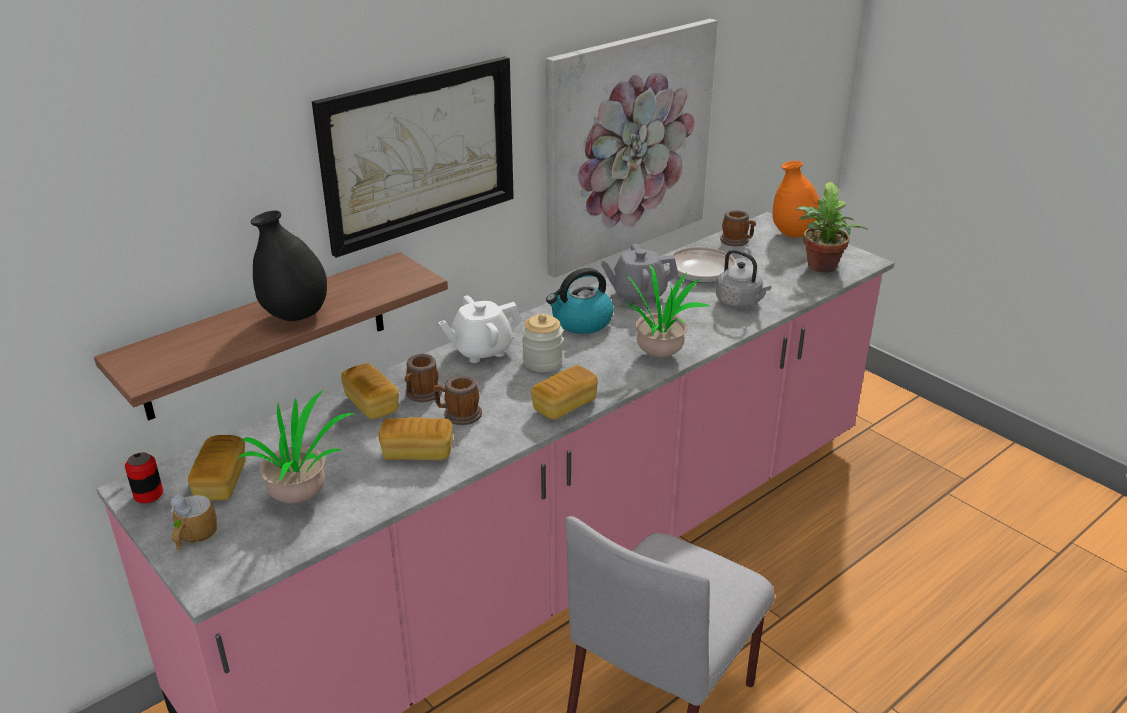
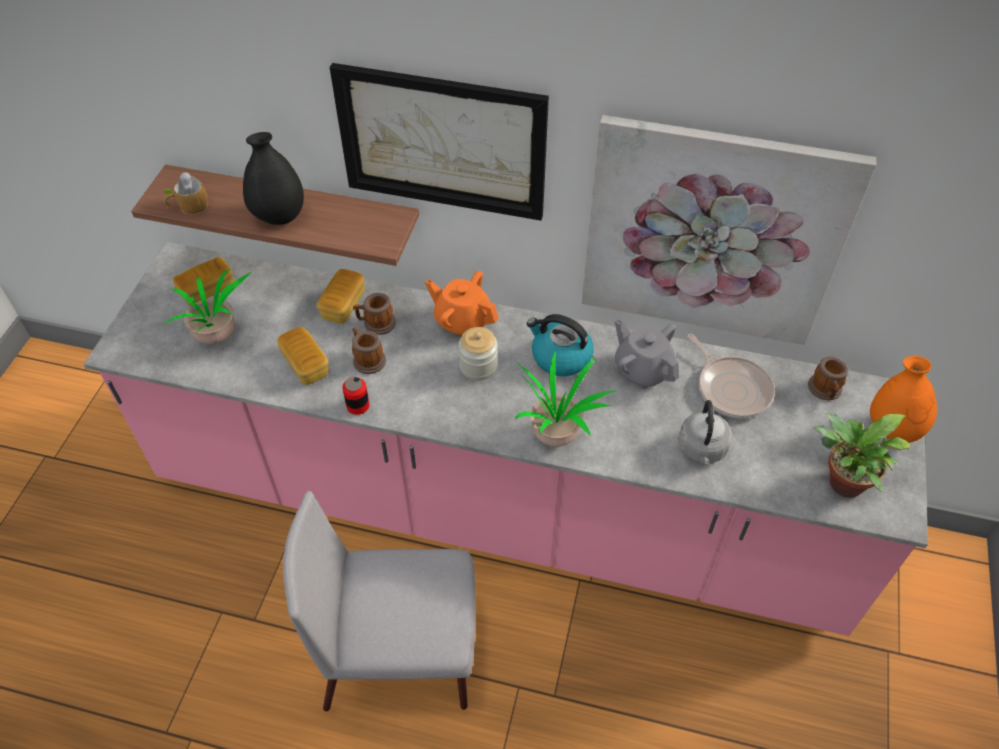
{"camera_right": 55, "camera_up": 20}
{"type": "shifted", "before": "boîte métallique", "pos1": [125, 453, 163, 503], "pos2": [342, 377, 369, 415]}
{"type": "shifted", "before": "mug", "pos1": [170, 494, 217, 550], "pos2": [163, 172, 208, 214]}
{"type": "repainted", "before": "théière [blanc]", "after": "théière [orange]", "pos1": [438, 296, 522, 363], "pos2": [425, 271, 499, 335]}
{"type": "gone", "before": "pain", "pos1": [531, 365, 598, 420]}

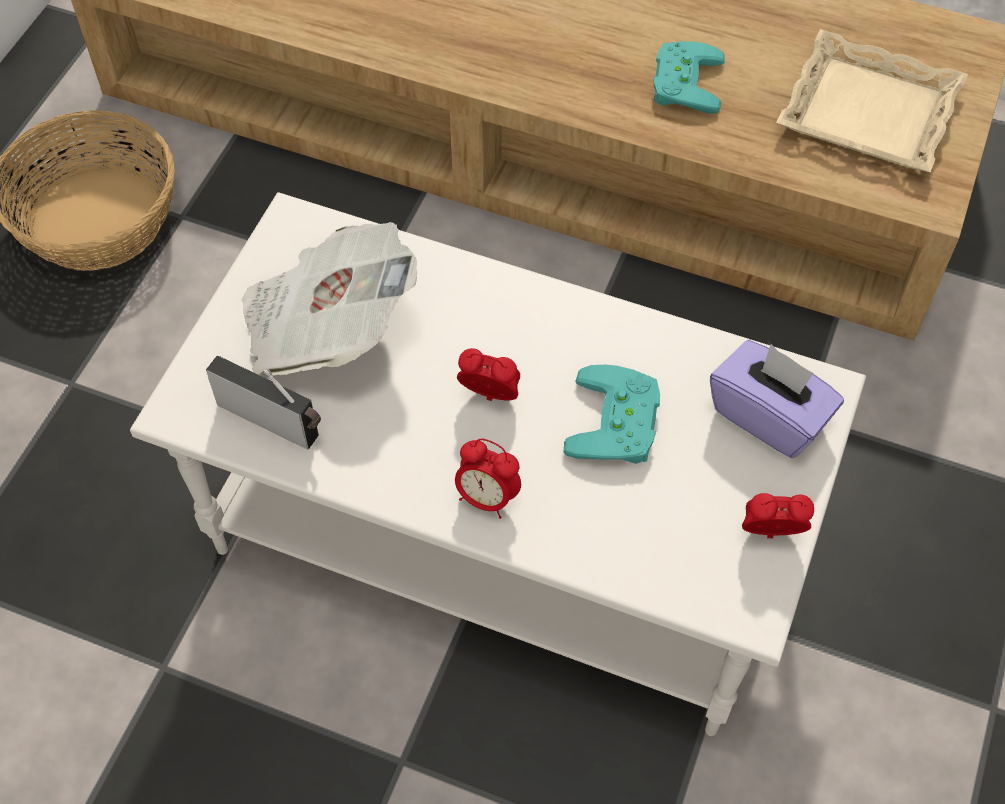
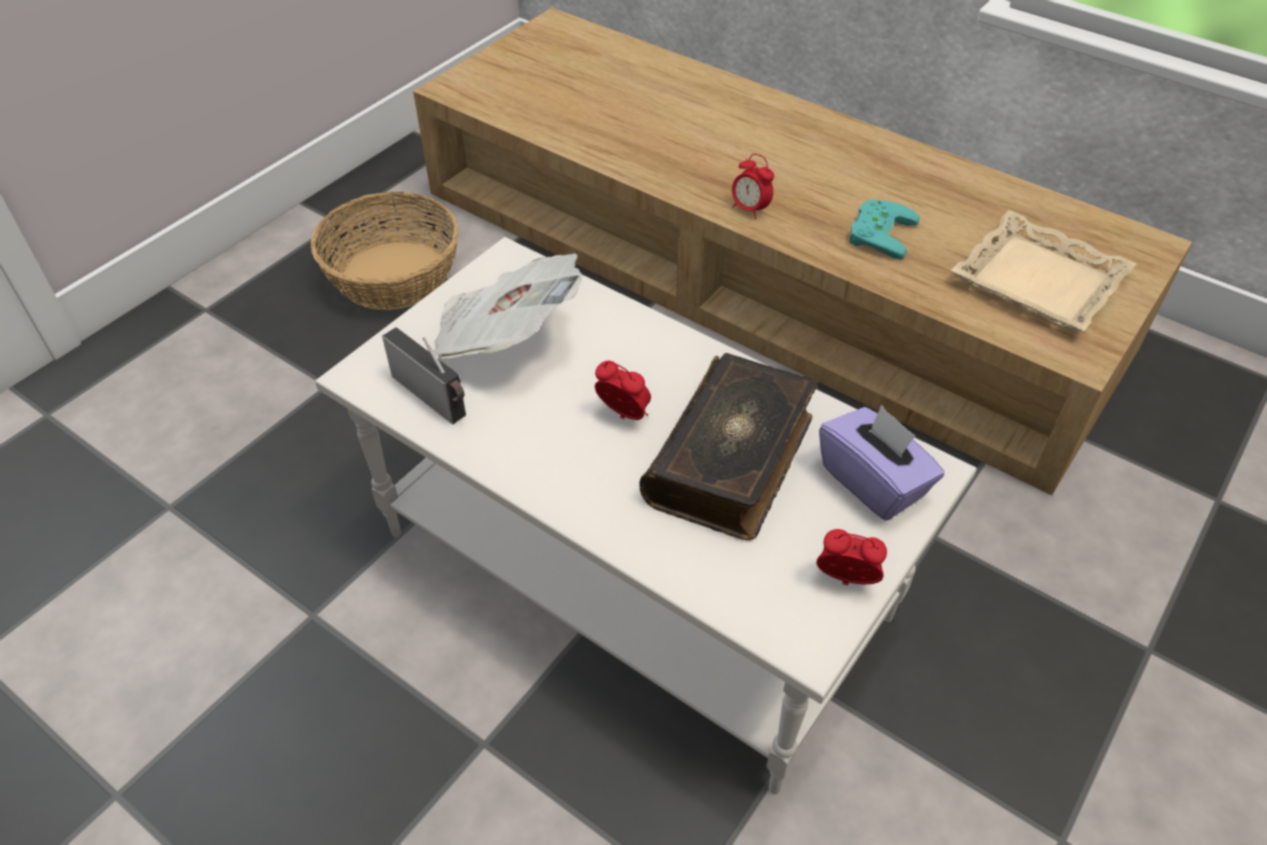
{"camera_right": 15, "camera_up": -10}
{"type": "shifted", "before": "réveil", "pos1": [455, 439, 521, 519], "pos2": [732, 154, 774, 219]}
{"type": "swapped", "before": "manette [turquoise]", "after": "livre", "pos1": [563, 365, 660, 464], "pos2": [639, 353, 817, 541]}

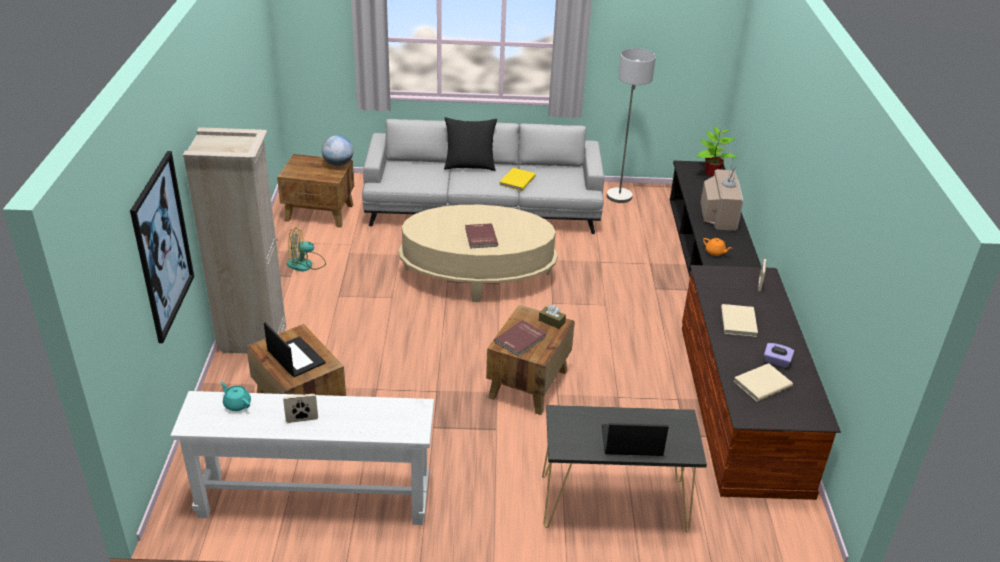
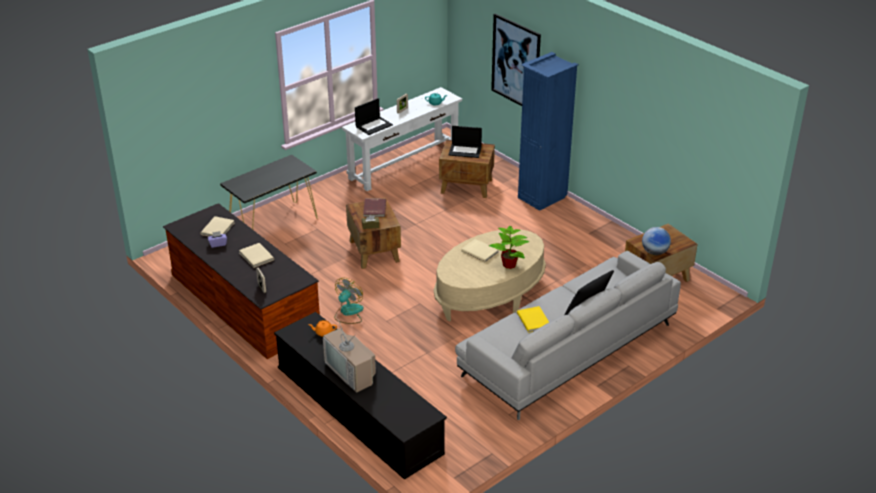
{"camera_right": 140, "camera_up": 0}
{"type": "repainted", "before": "meuble de rangement [beige]", "after": "meuble de rangement [bleu]", "pos1": [183, 127, 286, 354], "pos2": [518, 52, 579, 211]}
{"type": "shifted", "before": "ventilateur", "pos1": [287, 228, 326, 271], "pos2": [334, 278, 364, 324]}
{"type": "repainted", "before": "livre [rouge]", "after": "livre [beige]", "pos1": [465, 223, 498, 248], "pos2": [461, 239, 499, 262]}
{"type": "shifted", "before": "ordinateur portable", "pos1": [602, 423, 669, 456], "pos2": [355, 98, 393, 135]}
{"type": "gone", "before": "lampadaire [gris]", "pos1": [607, 48, 656, 203]}
{"type": "shifted", "before": "plante en pot", "pos1": [697, 126, 737, 176], "pos2": [489, 226, 529, 269]}

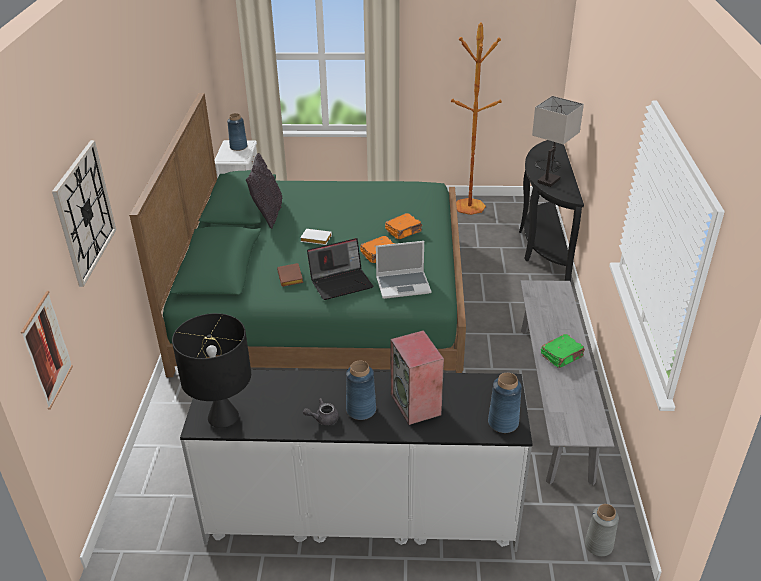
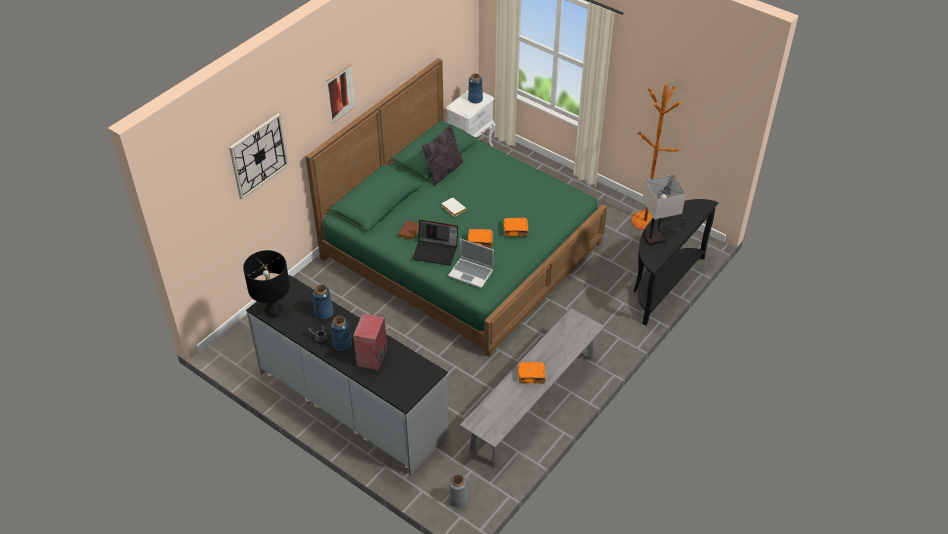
{"camera_right": 35, "camera_up": 10}
{"type": "shifted", "before": "tableau", "pos1": [21, 291, 73, 410], "pos2": [326, 64, 355, 124]}
{"type": "shifted", "before": "vase [bleu]", "pos1": [488, 373, 522, 433], "pos2": [313, 284, 333, 319]}
{"type": "repainted", "before": "livre [vert]", "after": "livre [orange]", "pos1": [541, 334, 585, 368], "pos2": [518, 362, 546, 384]}

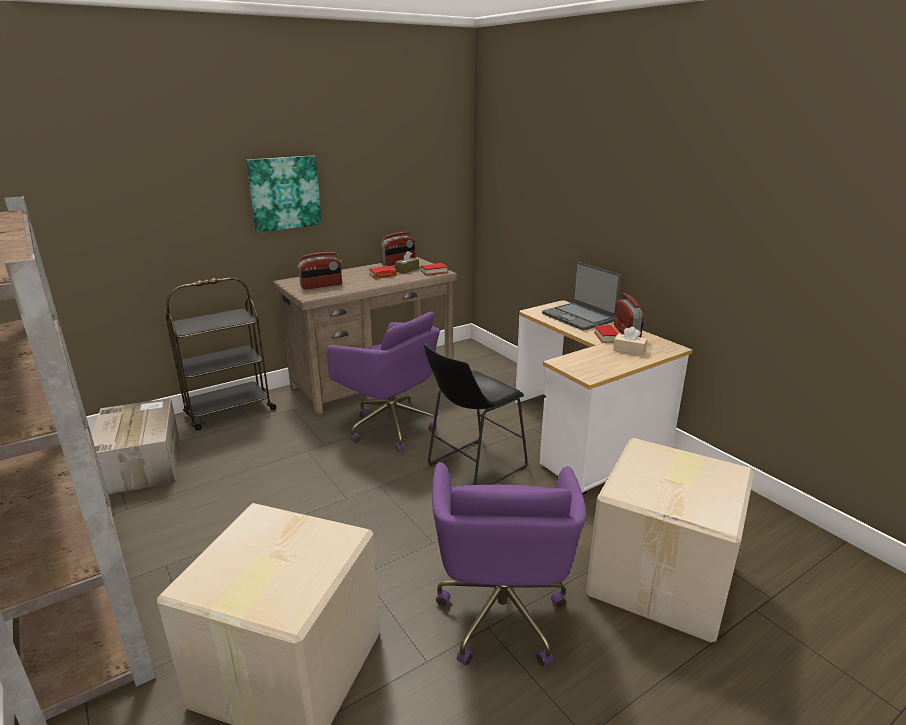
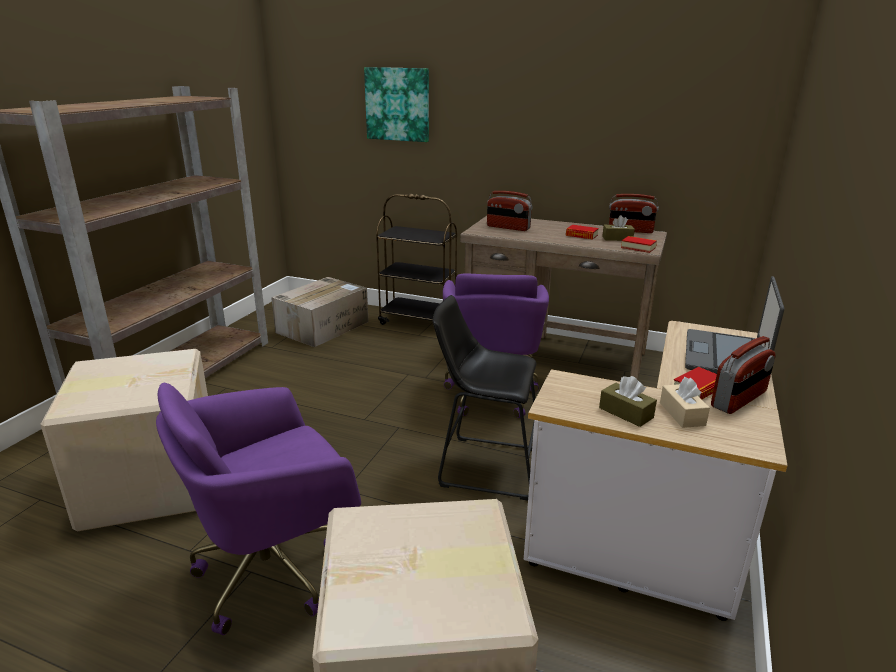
{"camera_right": 55, "camera_up": 0}
{"type": "shifted", "before": "tableau", "pos1": [246, 155, 322, 233], "pos2": [364, 67, 429, 142]}
{"type": "new", "after": "boîte à mouchoirs [marron]", "pos2": [599, 376, 657, 427]}

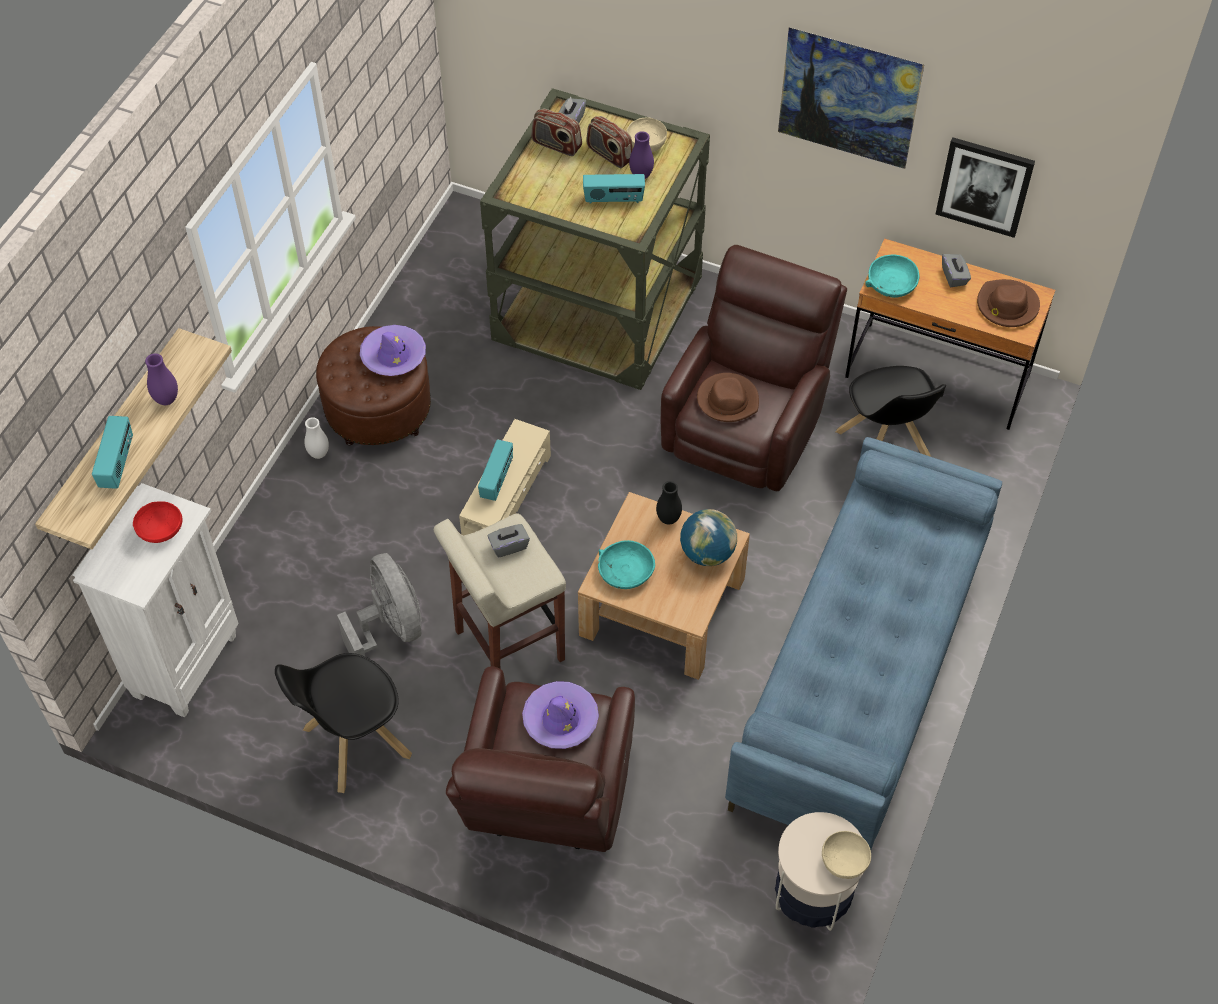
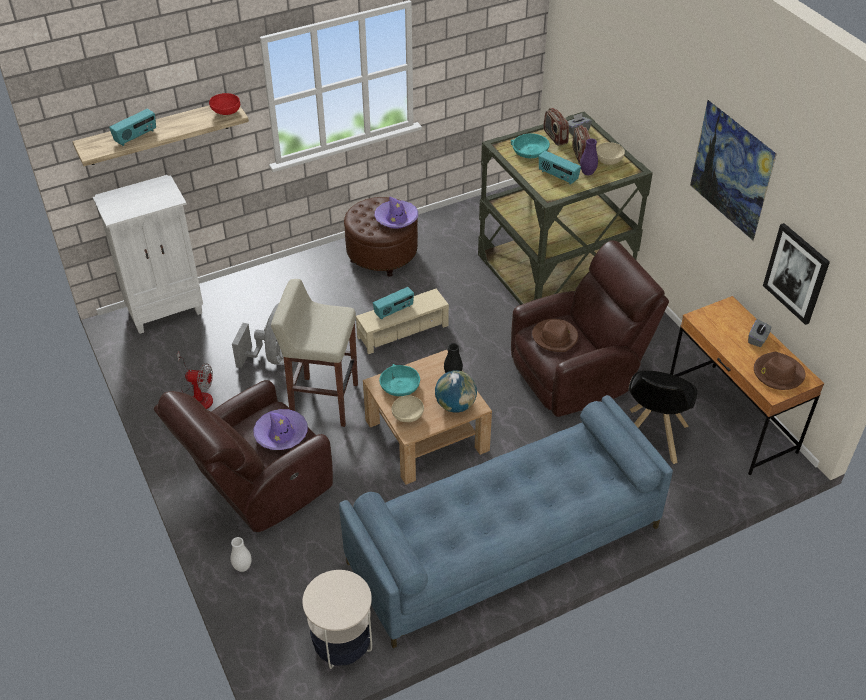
{"camera_right": 40, "camera_up": -10}
{"type": "shifted", "before": "bol [rouge]", "pos1": [133, 501, 183, 543], "pos2": [209, 93, 240, 115]}
{"type": "gone", "before": "vase [violet]", "pos1": [145, 353, 178, 405]}
{"type": "swapped", "before": "chaise [noir]", "after": "ventilateur", "pos1": [275, 653, 412, 793], "pos2": [177, 352, 213, 409]}
{"type": "shifted", "before": "vase [blanc]", "pos1": [304, 417, 329, 459], "pos2": [231, 537, 252, 572]}
{"type": "gone", "before": "boîte à mouchoirs [gris]", "pos1": [488, 524, 530, 557]}
{"type": "shifted", "before": "bol [beige]", "pos1": [822, 831, 871, 879], "pos2": [392, 395, 424, 422]}
{"type": "shifted", "before": "bol [turquoise]", "pos1": [865, 255, 919, 298], "pos2": [511, 133, 550, 158]}

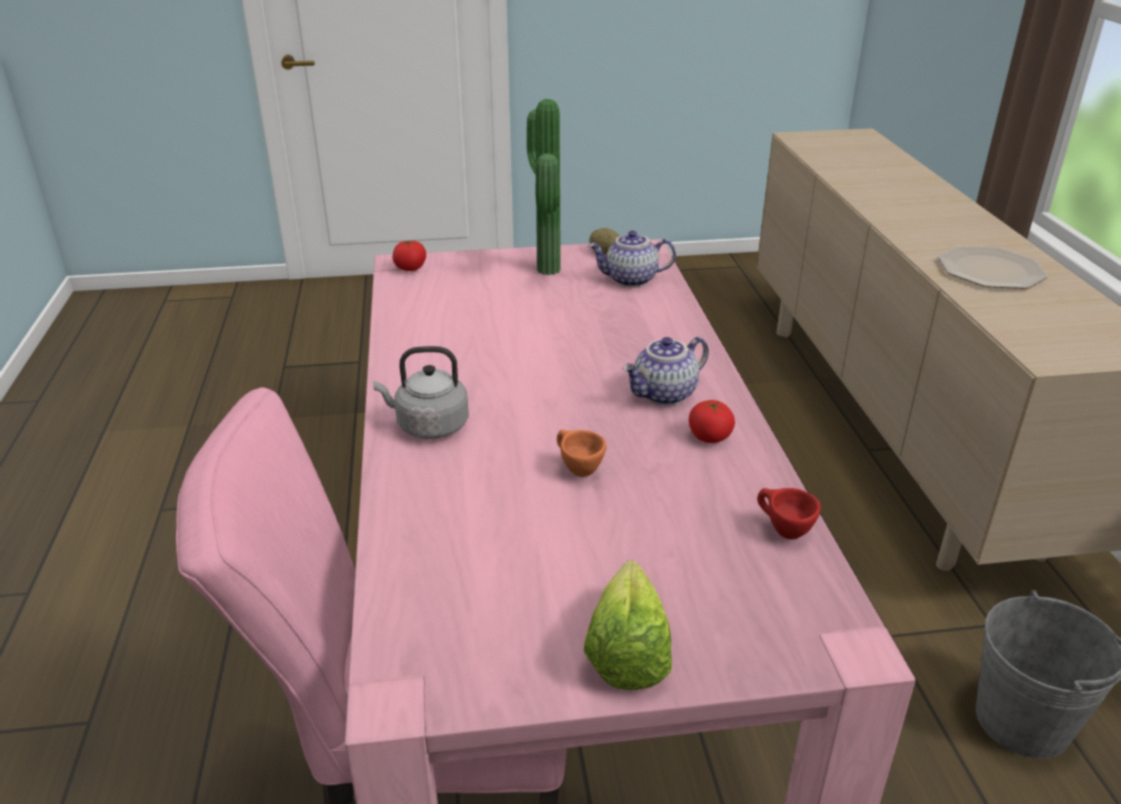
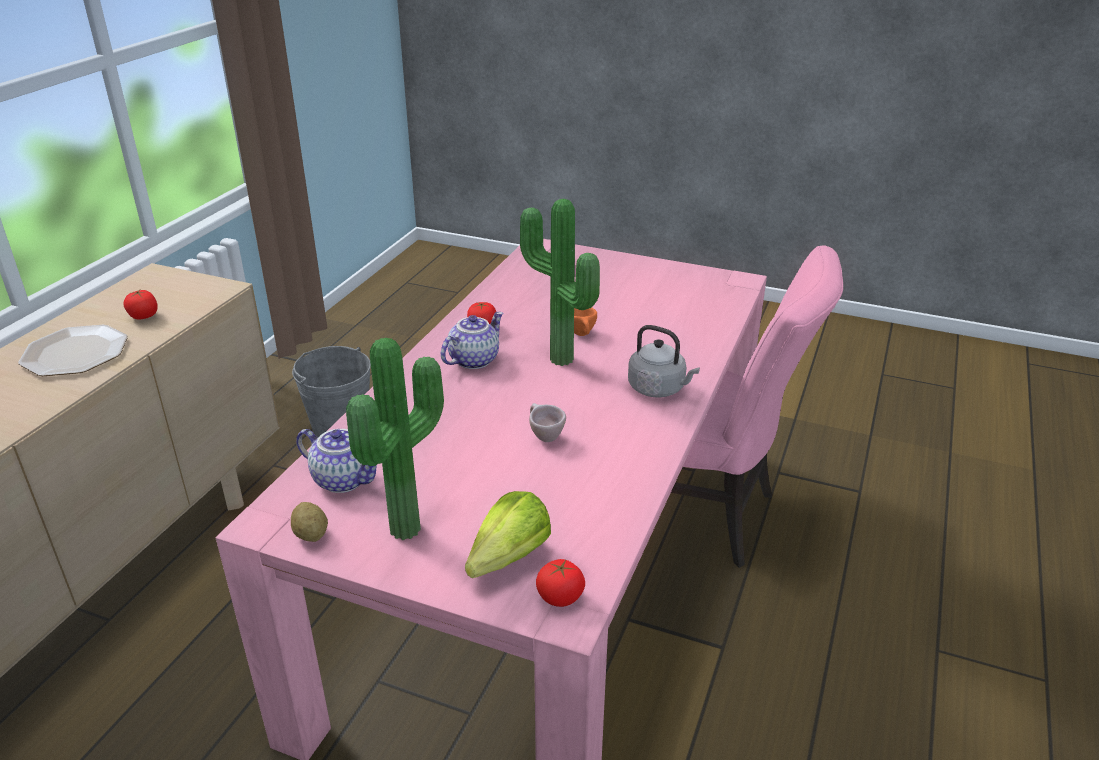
{"camera_right": -150, "camera_up": 0}
{"type": "shifted", "before": "laitue", "pos1": [584, 560, 672, 690], "pos2": [465, 491, 551, 578]}
{"type": "rotated", "before": "théière", "pos1": [622, 337, 709, 405], "pos2": [441, 312, 504, 369], "turn": -45}
{"type": "gone", "before": "tasse [rouge]", "pos1": [757, 488, 821, 539]}
{"type": "new", "after": "tomate", "pos2": [124, 290, 158, 320]}
{"type": "new", "after": "plante en pot", "pos2": [520, 199, 600, 366]}
{"type": "new", "after": "tasse [beige]", "pos2": [529, 403, 566, 442]}

